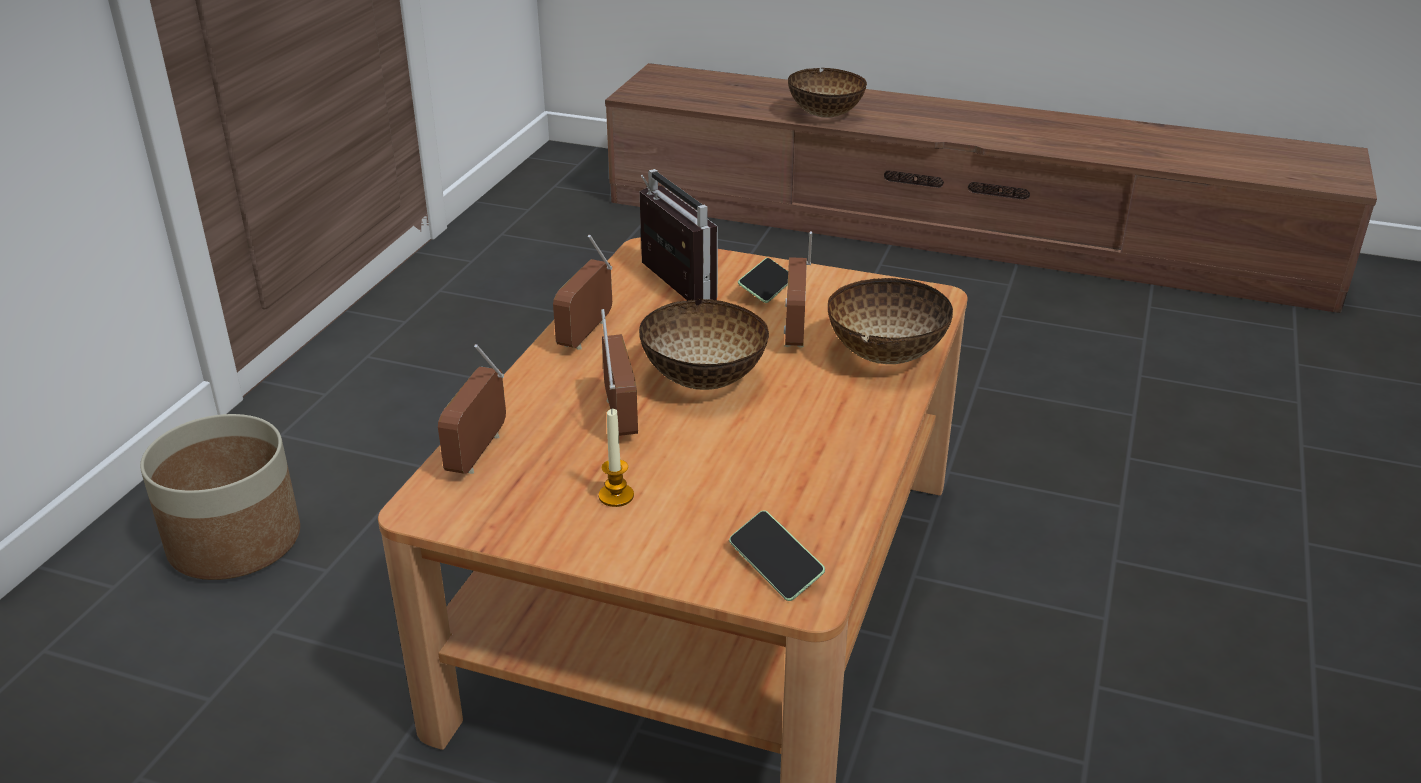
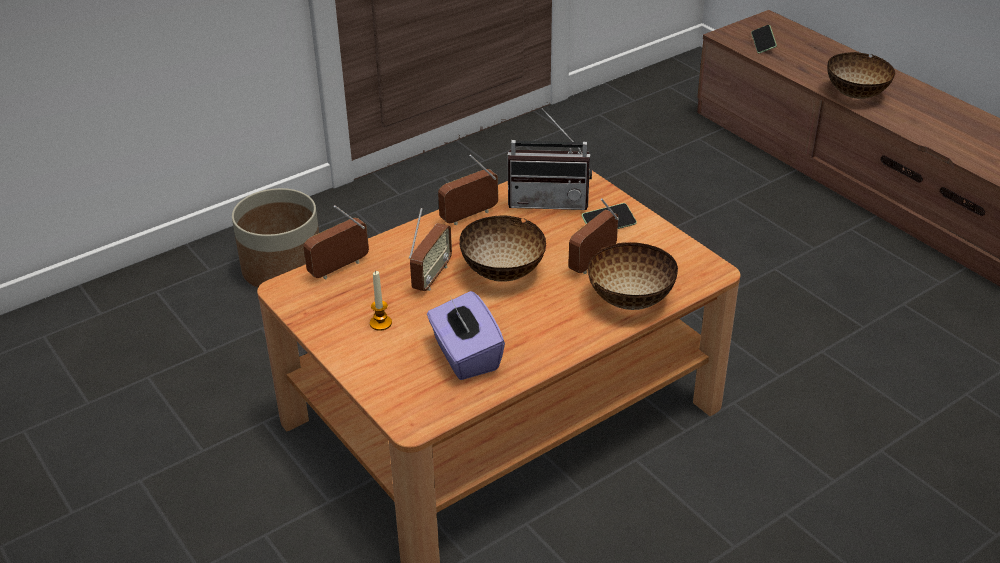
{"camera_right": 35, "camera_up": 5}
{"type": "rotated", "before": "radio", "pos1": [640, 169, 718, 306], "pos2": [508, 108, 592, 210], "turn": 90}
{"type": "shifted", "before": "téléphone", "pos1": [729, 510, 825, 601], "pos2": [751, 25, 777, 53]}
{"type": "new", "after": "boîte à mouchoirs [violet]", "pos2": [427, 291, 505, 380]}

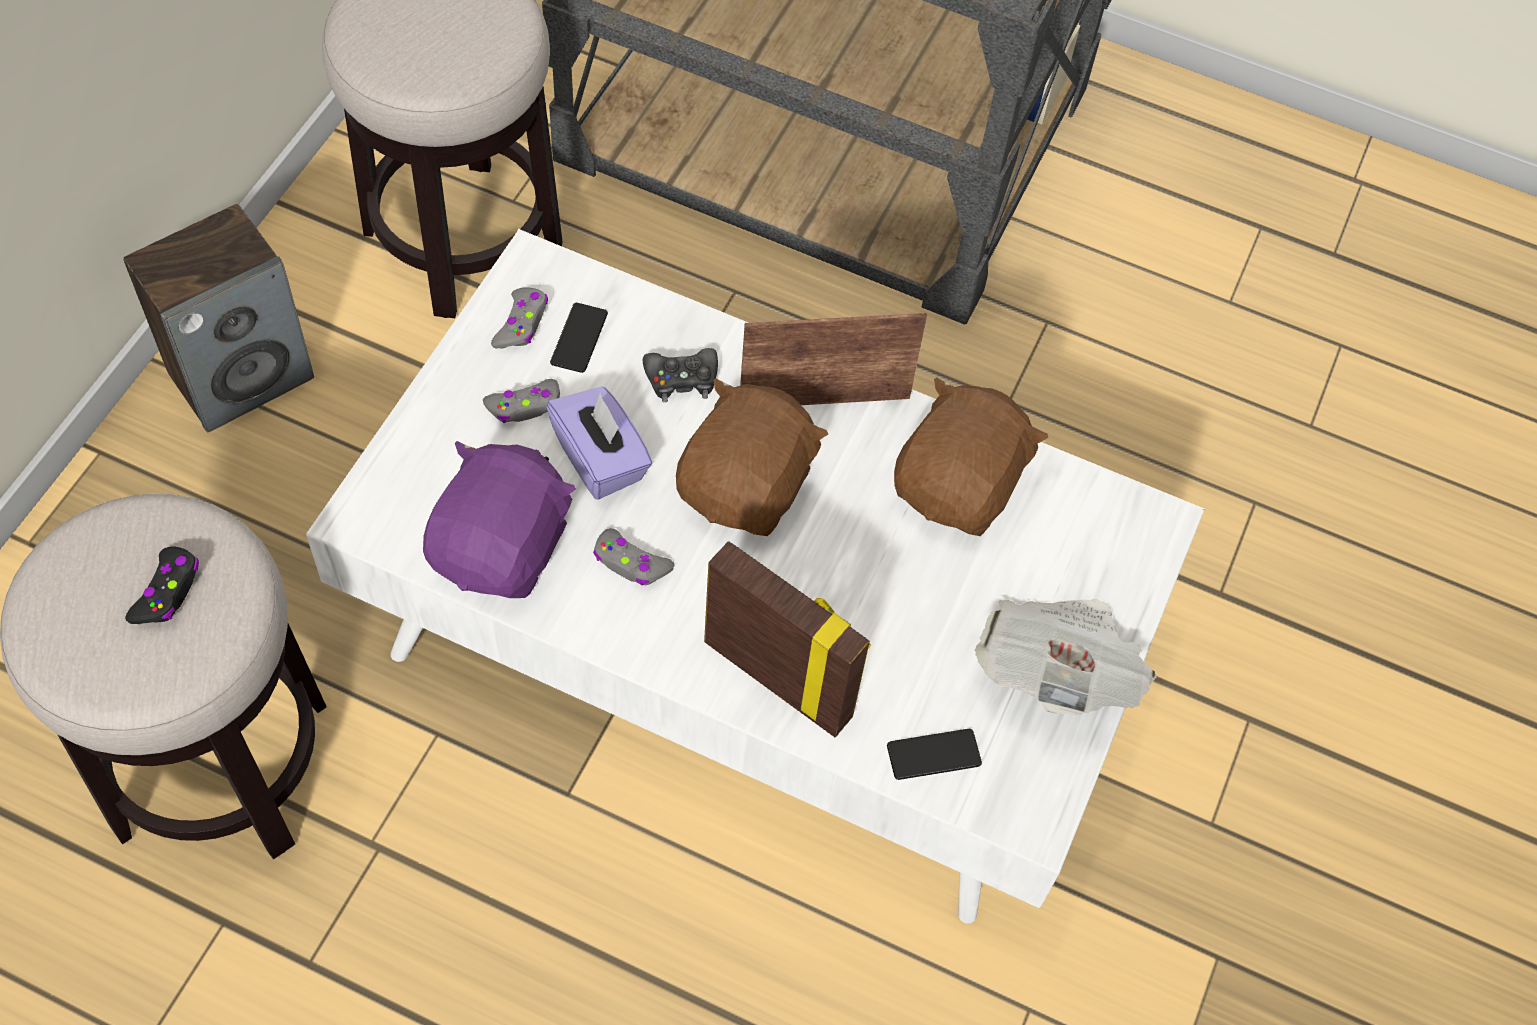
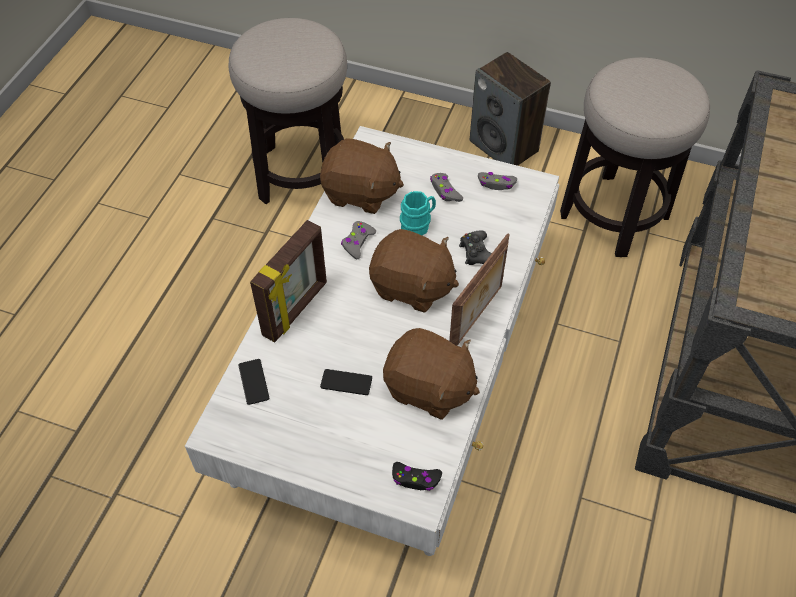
{"camera_right": 90, "camera_up": -5}
{"type": "shifted", "before": "manette [noir]", "pos1": [125, 546, 199, 624], "pos2": [392, 462, 442, 491]}
{"type": "repainted", "before": "peluche [violet]", "after": "peluche [marron]", "pos1": [423, 441, 576, 598], "pos2": [320, 138, 404, 214]}
{"type": "swapped", "before": "boîte à mouchoirs [violet]", "after": "mug [turquoise]", "pos1": [546, 387, 653, 499], "pos2": [400, 191, 436, 235]}
{"type": "shifted", "before": "téléphone", "pos1": [550, 303, 608, 373], "pos2": [320, 369, 372, 395]}
{"type": "rotated", "before": "cadre photo", "pos1": [740, 313, 927, 405], "pos2": [449, 233, 509, 346], "turn": 45}
{"type": "gone", "before": "journal", "pos1": [975, 599, 1156, 715]}

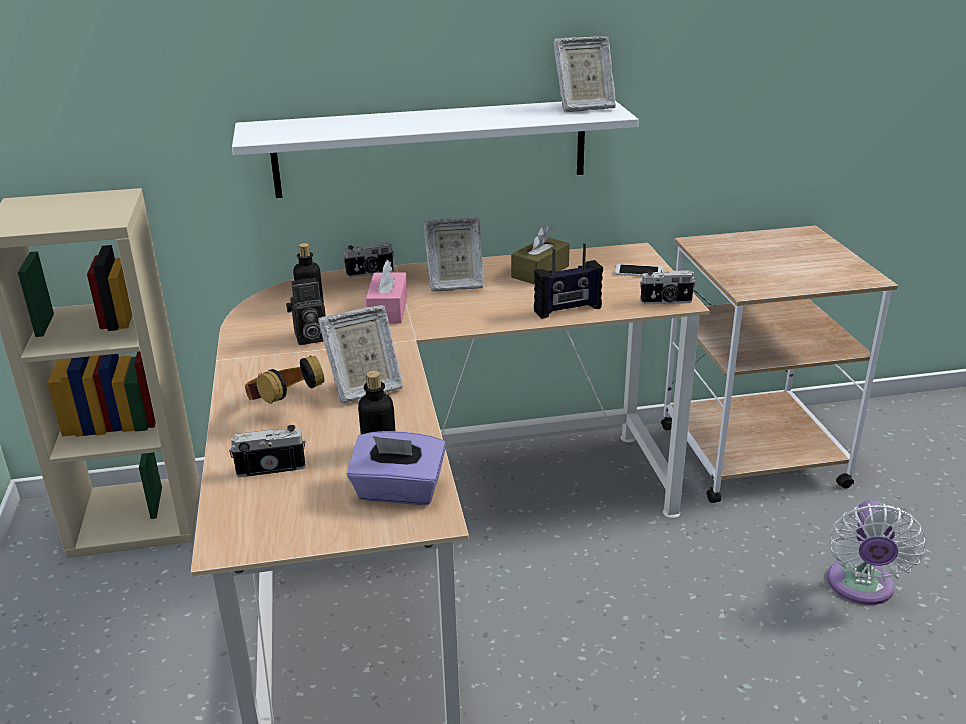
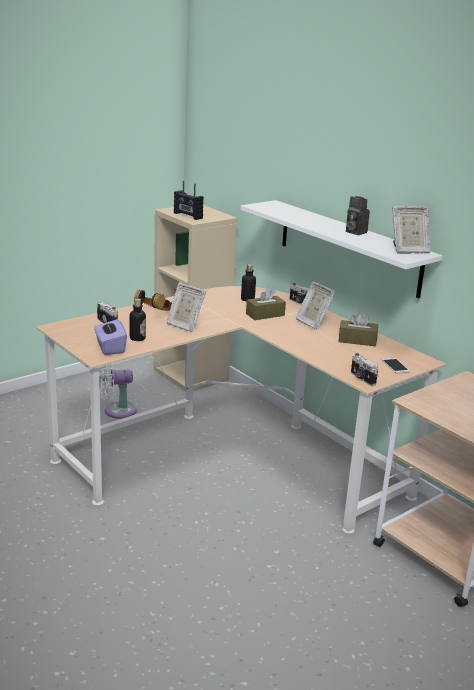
{"camera_right": 60, "camera_up": -5}
{"type": "shifted", "before": "appareil photo", "pos1": [286, 278, 326, 345], "pos2": [346, 196, 370, 235]}
{"type": "repainted", "before": "boîte à mouchoirs [rose]", "after": "boîte à mouchoirs [marron]", "pos1": [366, 260, 408, 324], "pos2": [246, 287, 286, 320]}
{"type": "shifted", "before": "radio", "pos1": [534, 243, 603, 319], "pos2": [174, 181, 204, 220]}
{"type": "rotated", "before": "cadre photo", "pos1": [553, 36, 616, 112], "pos2": [392, 206, 430, 254], "turn": -60}
{"type": "shifted", "before": "ventilateur [blanc]", "pos1": [827, 500, 926, 605], "pos2": [99, 364, 137, 419]}

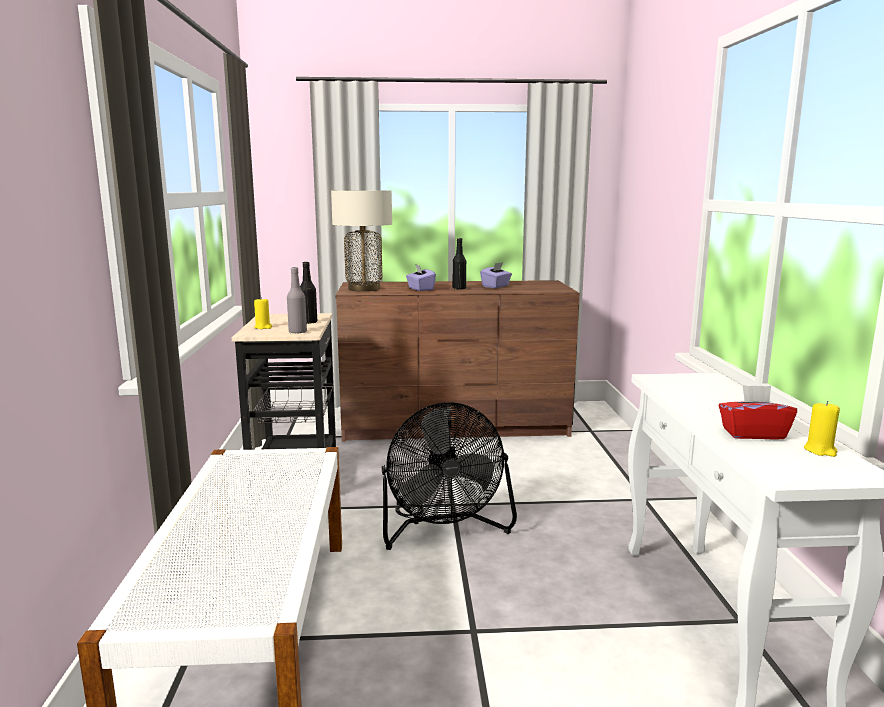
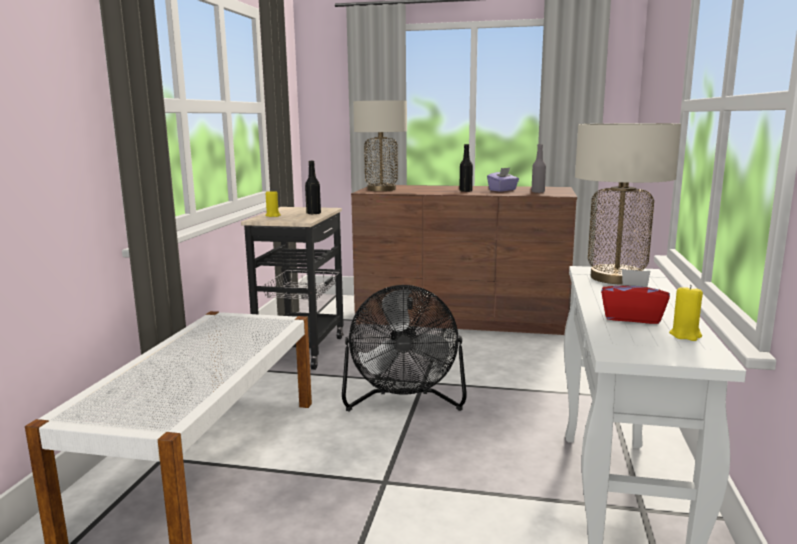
{"camera_right": 15, "camera_up": 0}
{"type": "shifted", "before": "bouteille [gris]", "pos1": [287, 267, 307, 334], "pos2": [531, 144, 546, 193]}
{"type": "gone", "before": "boîte à mouchoirs [violet]", "pos1": [406, 264, 436, 291]}
{"type": "new", "after": "lampe de table", "pos2": [575, 123, 681, 285]}

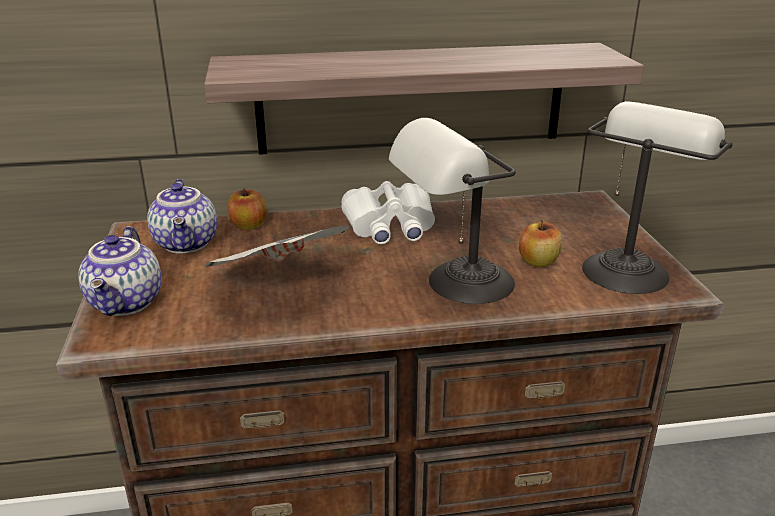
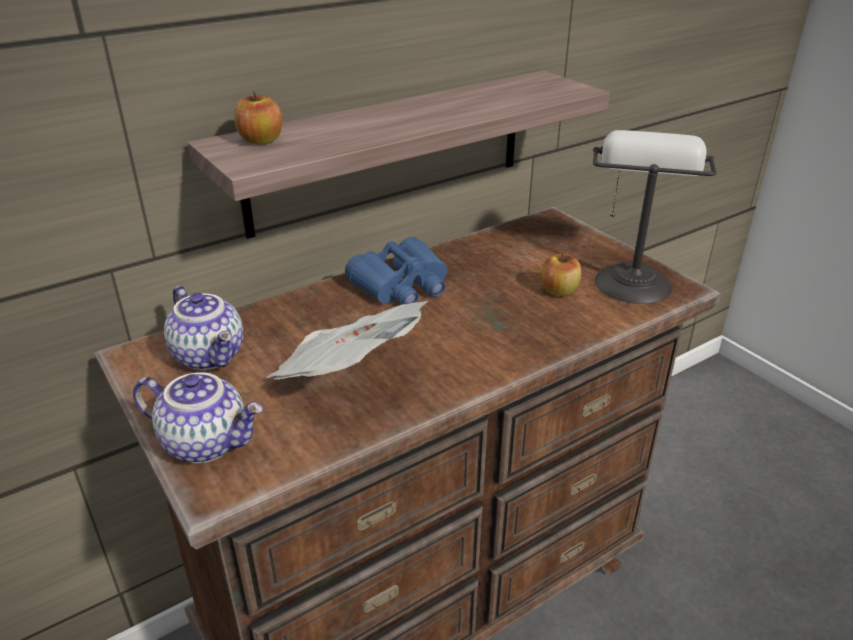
{"camera_right": -25, "camera_up": 5}
{"type": "rotated", "before": "théière", "pos1": [78, 226, 161, 316], "pos2": [133, 372, 263, 463], "turn": -45}
{"type": "shifted", "before": "pomme", "pos1": [228, 188, 267, 230], "pos2": [234, 91, 282, 145]}
{"type": "repainted", "before": "jumelles [blanc]", "after": "jumelles [bleu]", "pos1": [341, 181, 435, 244], "pos2": [345, 237, 447, 305]}
{"type": "gone", "before": "lampe de table", "pos1": [389, 118, 516, 304]}

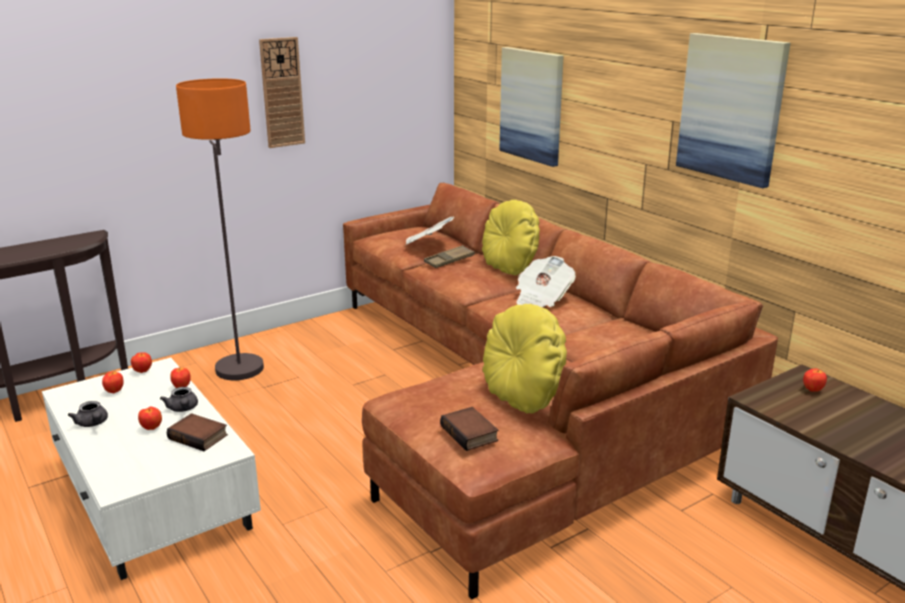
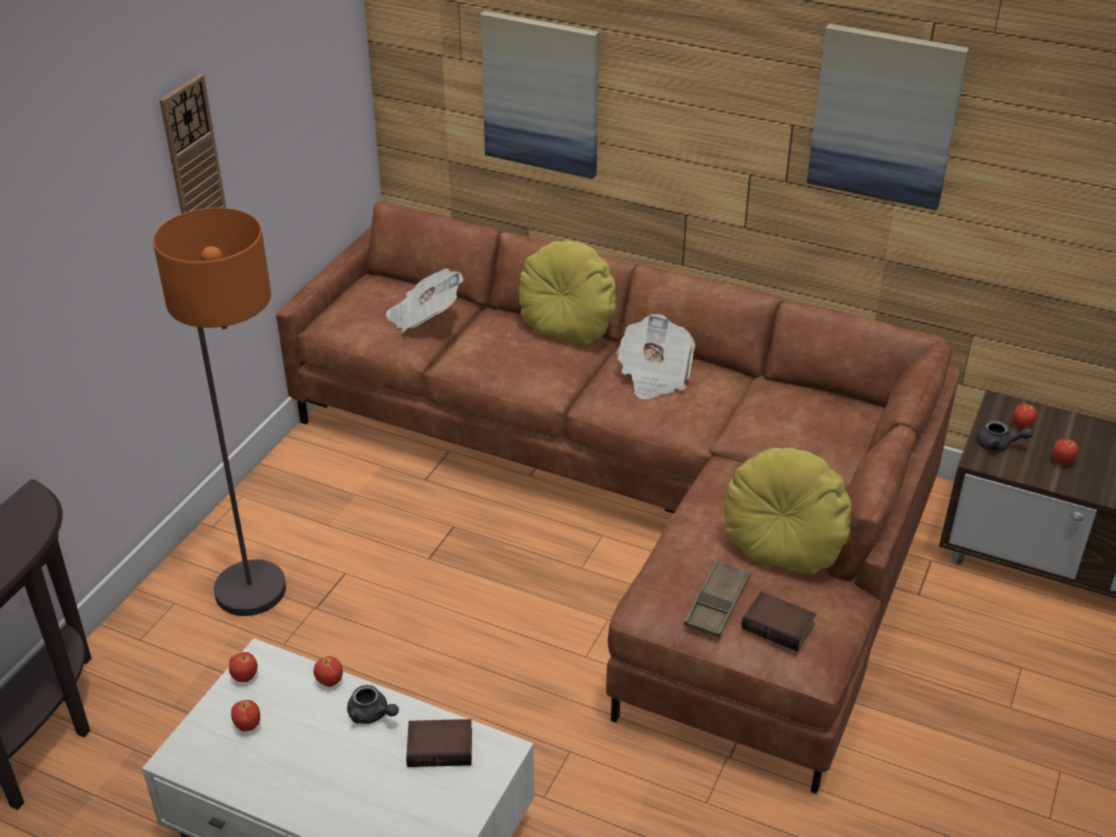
{"camera_right": -30, "camera_up": 15}
{"type": "shifted", "before": "théière [gris]", "pos1": [68, 401, 108, 427], "pos2": [977, 420, 1033, 451]}
{"type": "shifted", "before": "pomme", "pos1": [138, 406, 162, 430], "pos2": [1053, 439, 1079, 465]}
{"type": "shifted", "before": "plateau [marron]", "pos1": [424, 245, 475, 268], "pos2": [684, 561, 750, 637]}

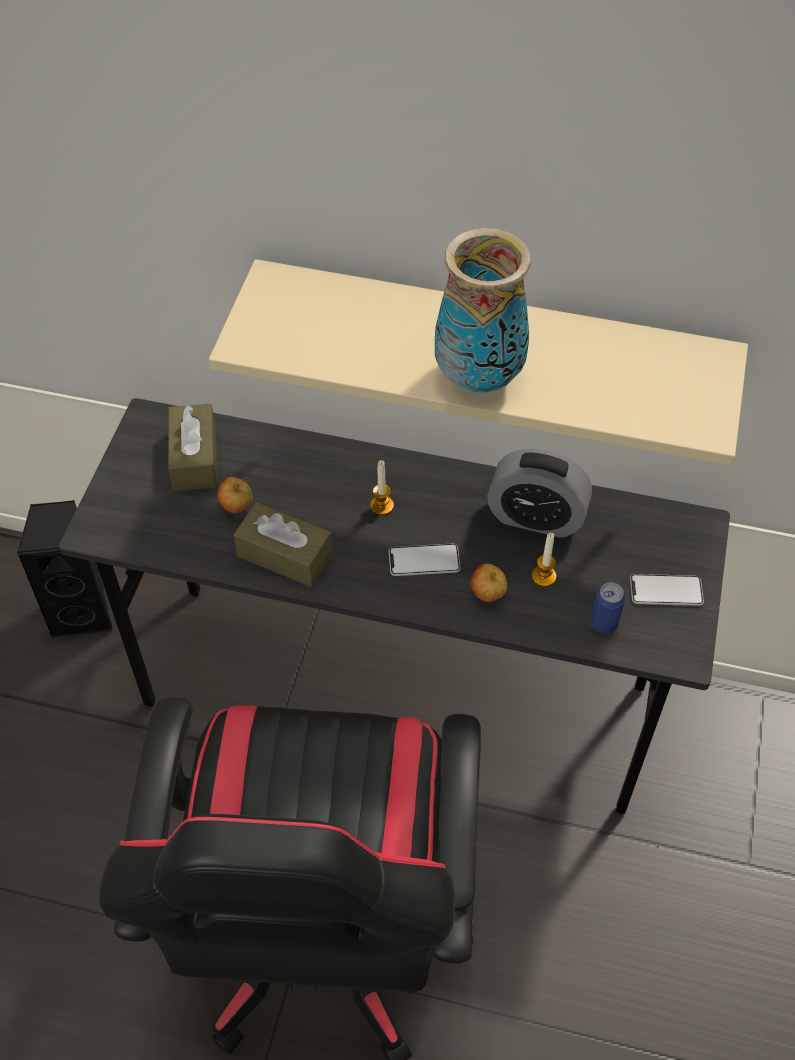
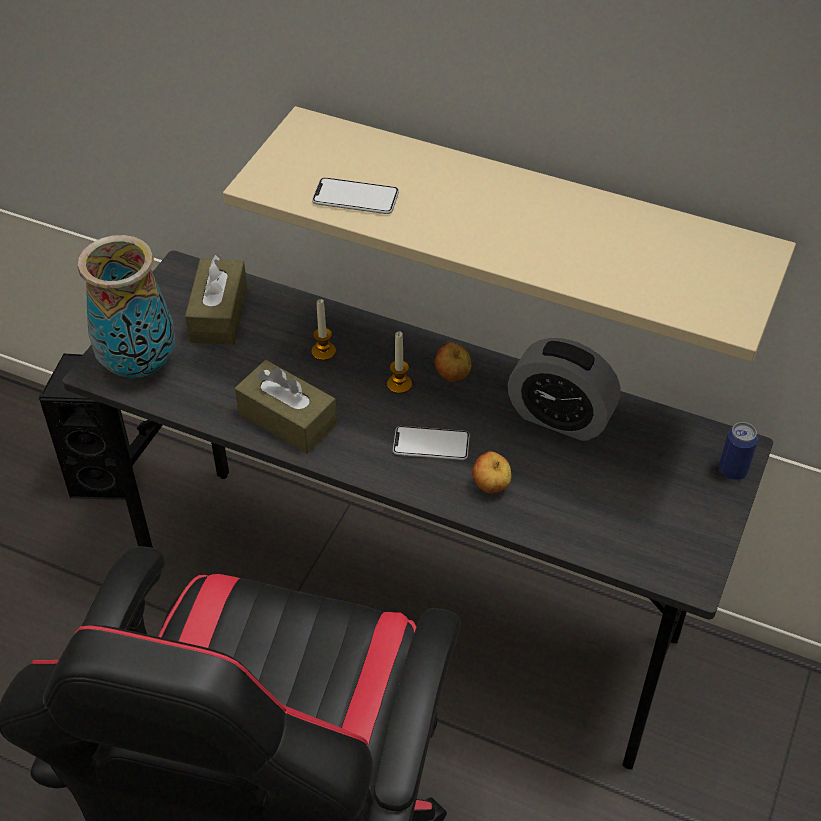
{"camera_right": 10, "camera_up": -5}
{"type": "shifted", "before": "pomme", "pos1": [217, 477, 253, 513], "pos2": [435, 342, 471, 382]}
{"type": "shifted", "before": "vase", "pos1": [435, 228, 531, 393], "pos2": [78, 235, 175, 378]}
{"type": "shifted", "before": "bougie", "pos1": [532, 533, 557, 587], "pos2": [312, 299, 336, 361]}
{"type": "shifted", "before": "boîte métallique", "pos1": [591, 582, 625, 634], "pos2": [719, 422, 758, 480]}
{"type": "shifted", "before": "téléphone", "pos1": [630, 574, 704, 606], "pos2": [312, 178, 399, 214]}

